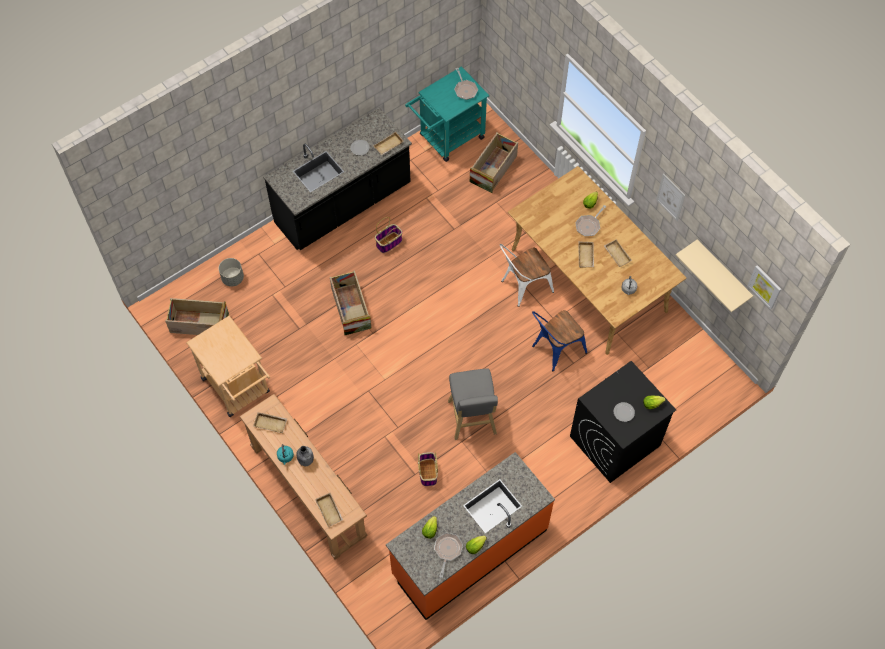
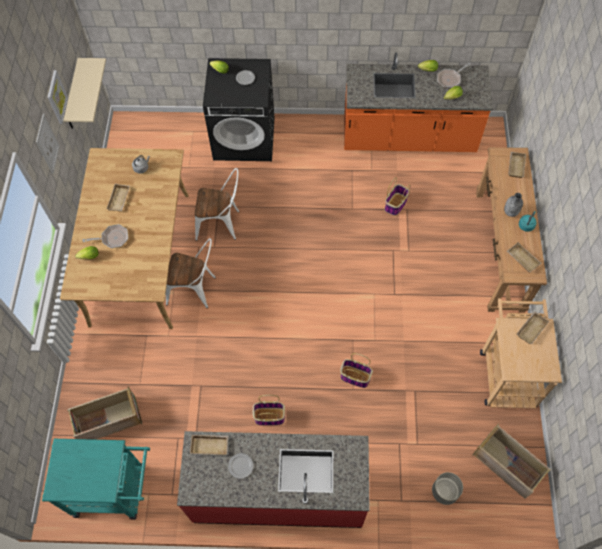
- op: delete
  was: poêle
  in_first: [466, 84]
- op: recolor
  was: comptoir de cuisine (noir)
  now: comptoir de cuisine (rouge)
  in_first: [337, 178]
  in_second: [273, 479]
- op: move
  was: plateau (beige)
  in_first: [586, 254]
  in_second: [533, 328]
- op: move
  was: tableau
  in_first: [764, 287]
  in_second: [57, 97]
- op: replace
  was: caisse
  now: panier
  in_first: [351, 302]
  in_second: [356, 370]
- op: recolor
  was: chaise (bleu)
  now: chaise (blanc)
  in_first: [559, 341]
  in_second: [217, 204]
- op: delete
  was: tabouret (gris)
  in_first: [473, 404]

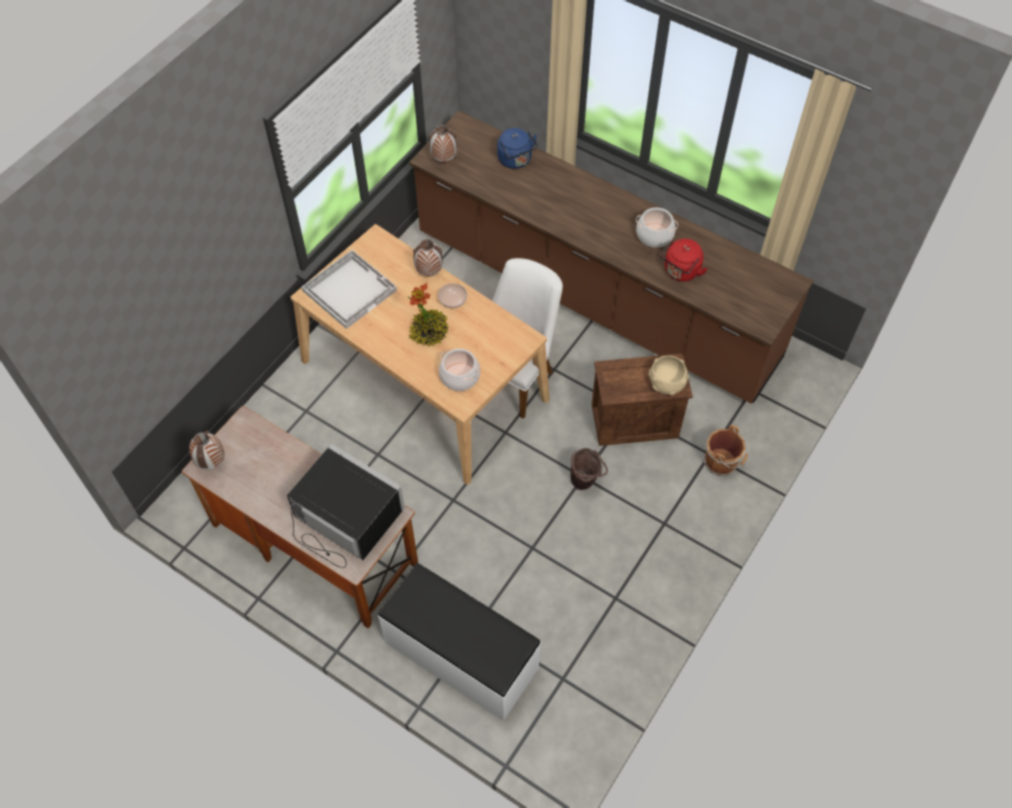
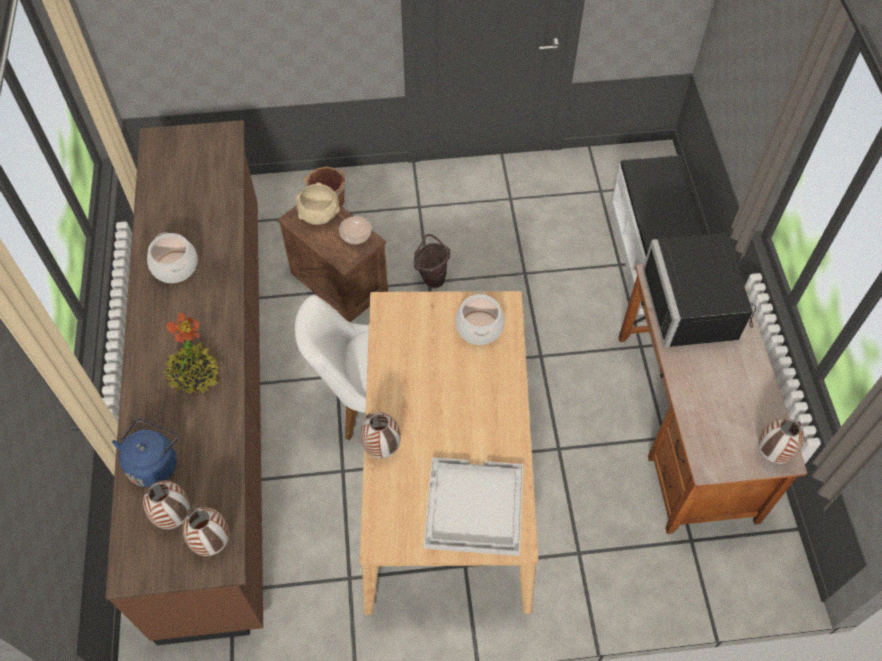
- op: delete
  was: bouilloire (rouge)
  in_first: [684, 260]
- op: move
  was: plante en pot
  in_first: [428, 314]
  in_second: [191, 353]
- op: move
  was: bol
  in_first: [452, 296]
  in_second: [355, 230]
- op: insert
  now: vase
  in_second: [166, 505]

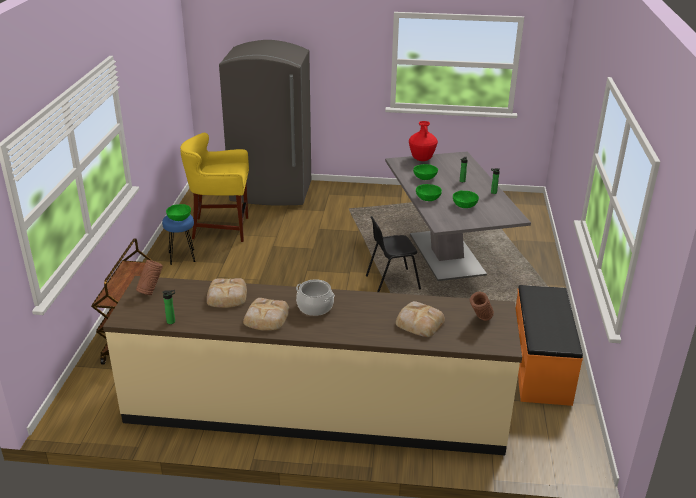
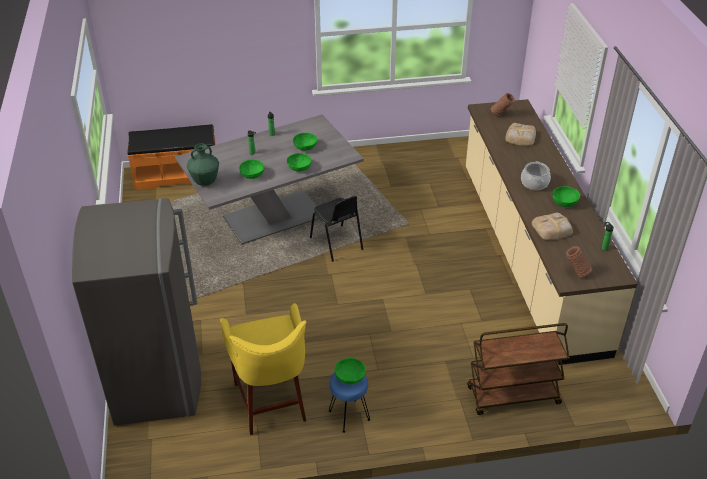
- op: recolor
  was: vase (rouge)
  now: vase (vert)
  in_first: [423, 141]
  in_second: [203, 164]
- op: move
  was: banc (orange)
  in_first: [549, 345]
  in_second: [171, 157]
- op: replace
  was: pain
  now: bol (vert)
  in_first: [266, 314]
  in_second: [566, 196]

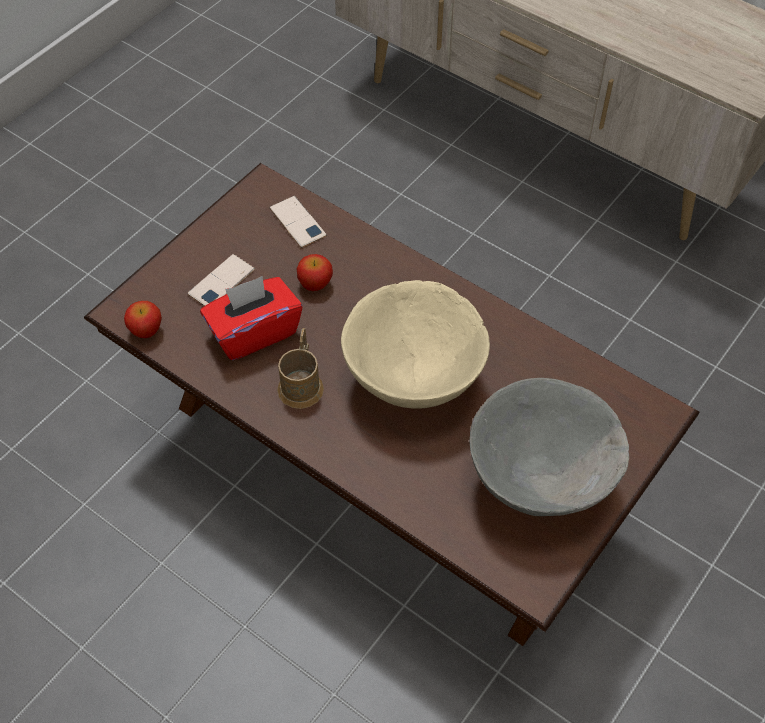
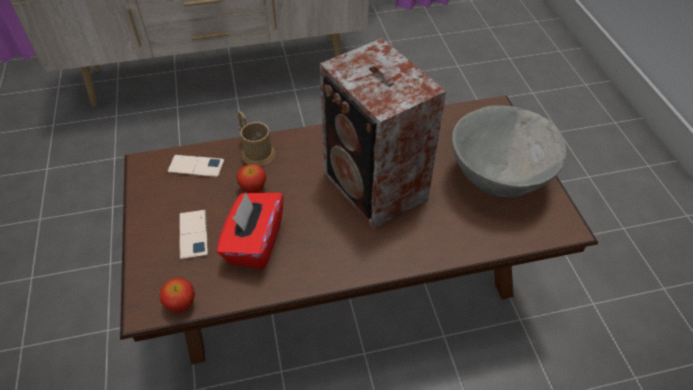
- op: replace
  was: bol (beige)
  now: enceinte
  in_first: [415, 344]
  in_second: [382, 133]
- op: move
  was: mug (marron)
  in_first: [300, 368]
  in_second: [256, 138]

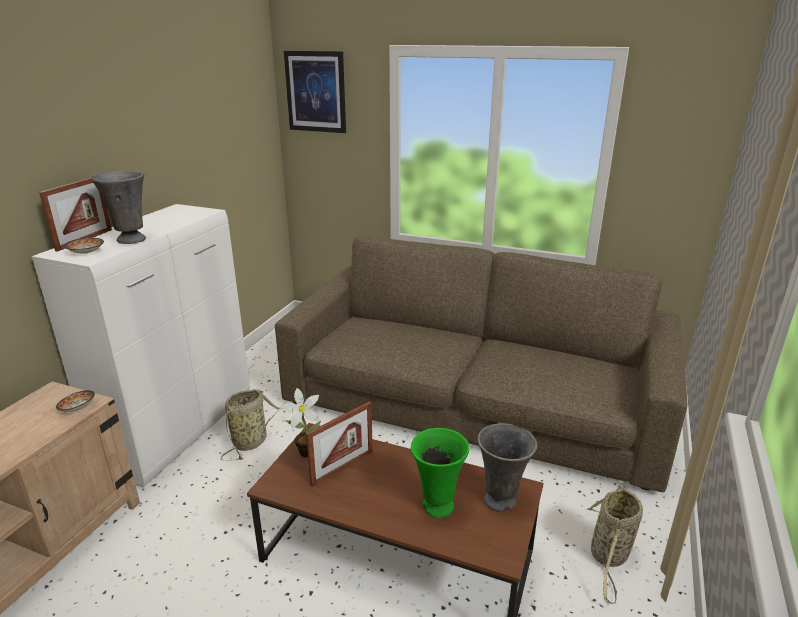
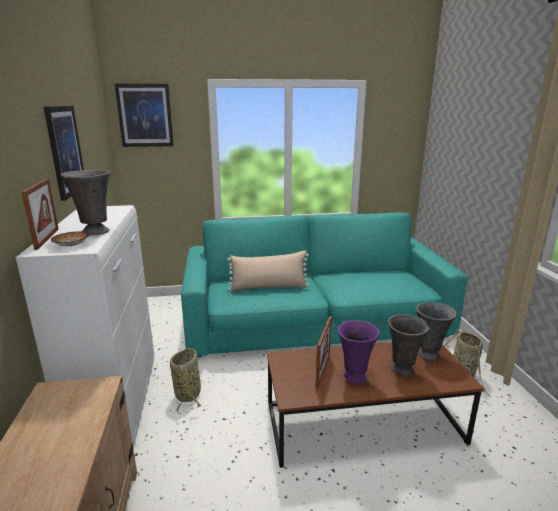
- op: recolor
  was: canapé (marron)
  now: canapé (turquoise)
  in_first: [481, 364]
  in_second: [324, 285]
- op: delete
  was: plante en pot
  in_first: [301, 422]
- op: delete
  was: bol
  in_first: [75, 401]
- op: recolor
  was: vase (vert)
  now: vase (gris)
  in_first: [440, 473]
  in_second: [409, 345]
- op: insert
  now: tableau
  in_second: [64, 153]
- op: insert
  now: coussin (beige)
  in_second: [268, 271]
- op: insert
  now: vase (violet)
  in_second: [359, 352]

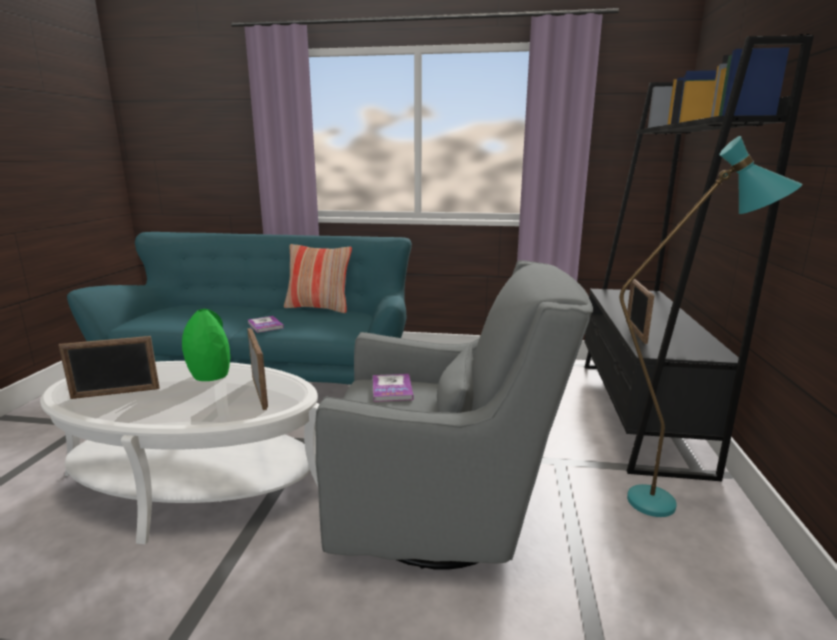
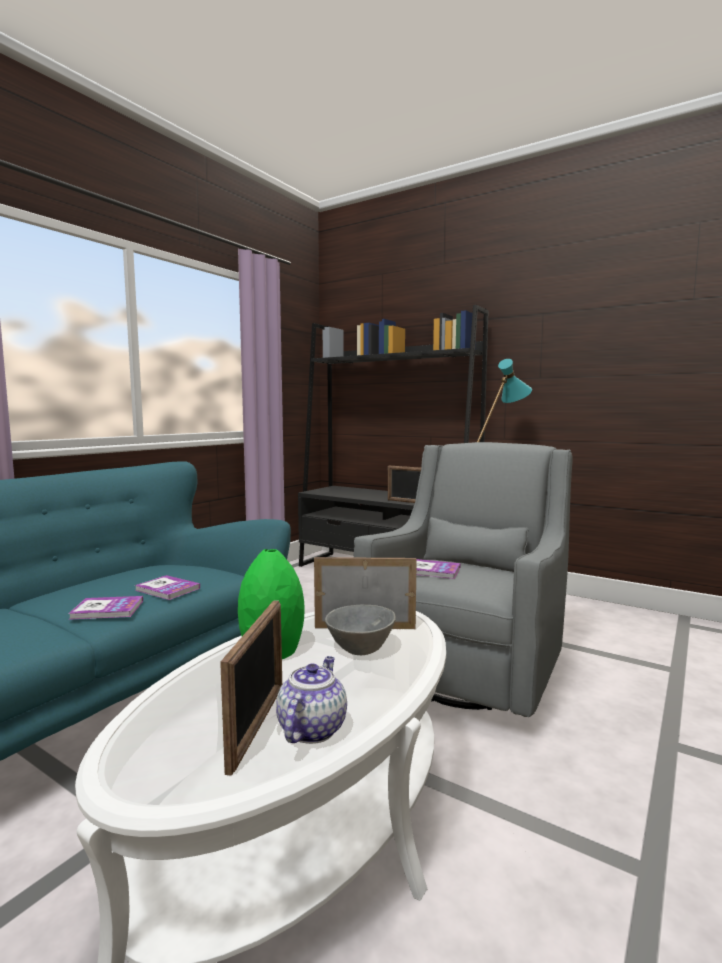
- op: delete
  was: coussin
  in_first: [318, 278]
- op: insert
  now: livre
  in_second: [167, 587]
- op: insert
  now: bol (gris)
  in_second: [360, 630]
- op: insert
  now: théière
  in_second: [311, 700]

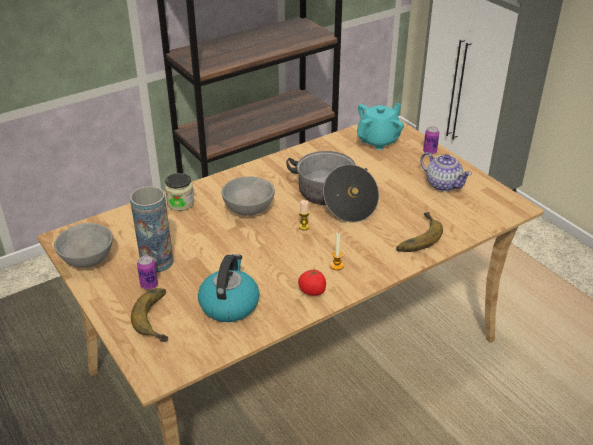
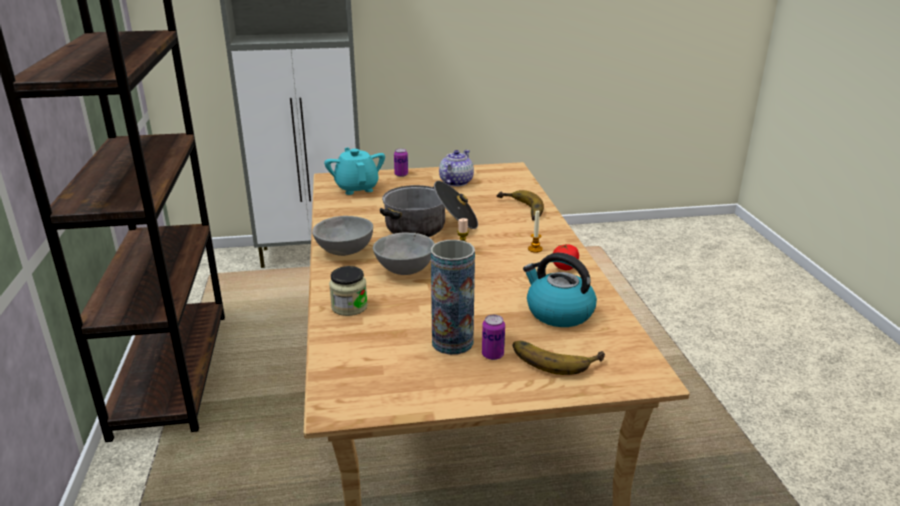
- op: rotate
  was: théière
  in_first: [446, 172]
  in_second: [456, 168]
  clockwise: -45
- op: move
  was: bol (gris)
  in_first: [83, 245]
  in_second: [342, 236]

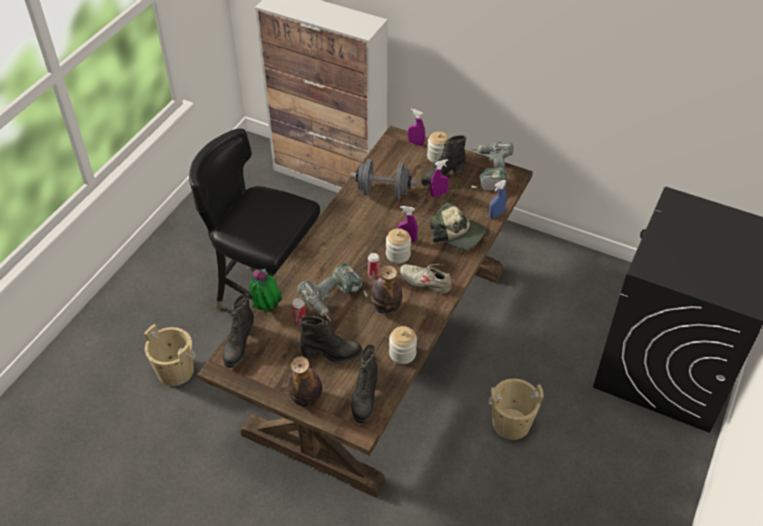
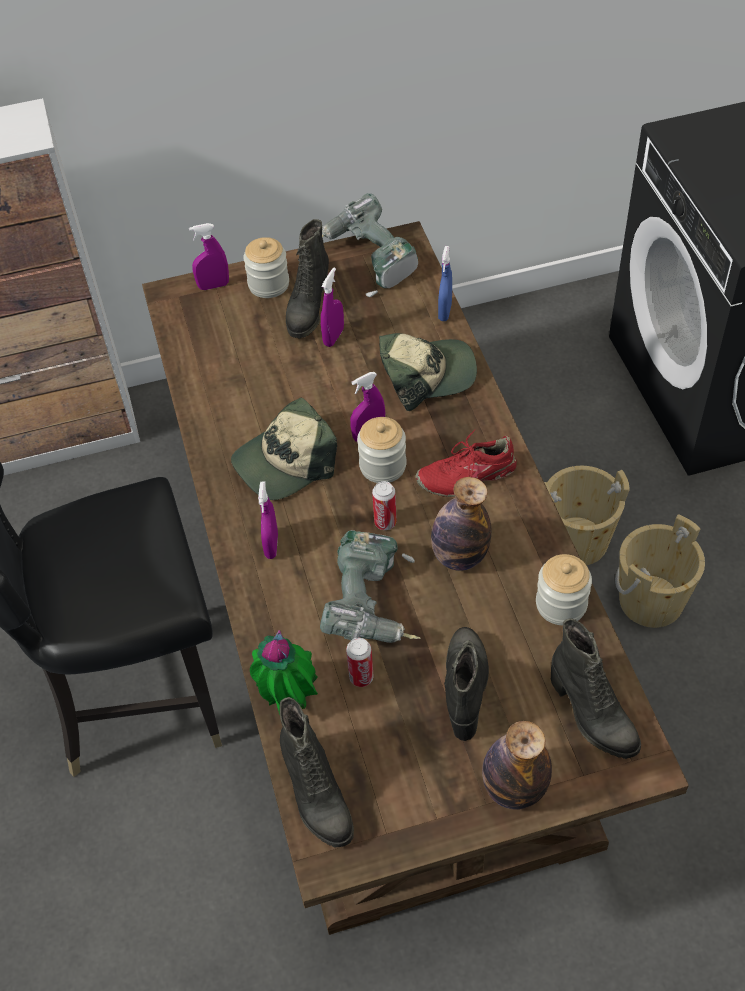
- op: delete
  was: haltère (gris)
  in_first: [384, 179]
- op: recolor
  was: chaussure (beige)
  now: chaussure (rouge)
  in_first: [426, 278]
  in_second: [466, 463]
- op: rotate
  was: botte (noir)
  in_first: [331, 339]
  in_second: [466, 684]
  clockwise: -45
- op: move
  was: seau (beige)
  in_first: [169, 355]
  in_second: [587, 515]
- op: insert
  now: casquette
  in_second: [284, 448]
- op: insert
  now: vaporisateur (violet)
  in_second: [268, 520]

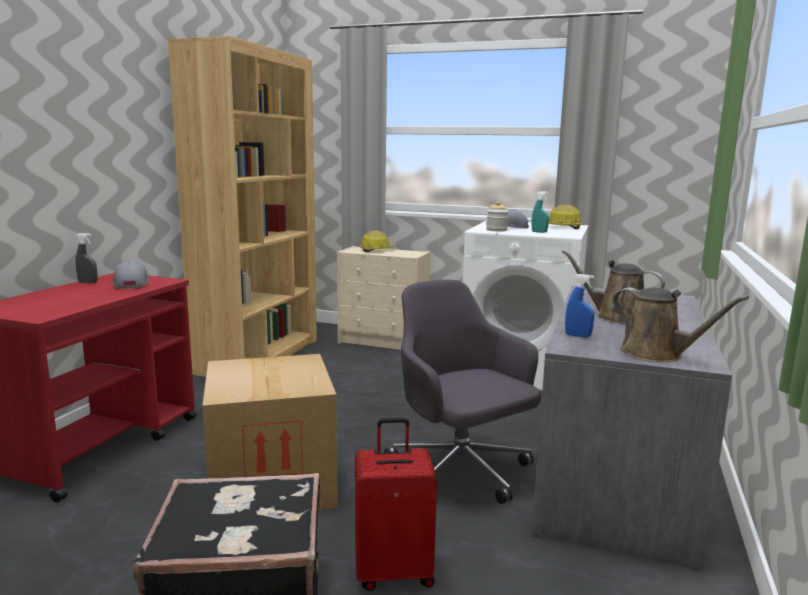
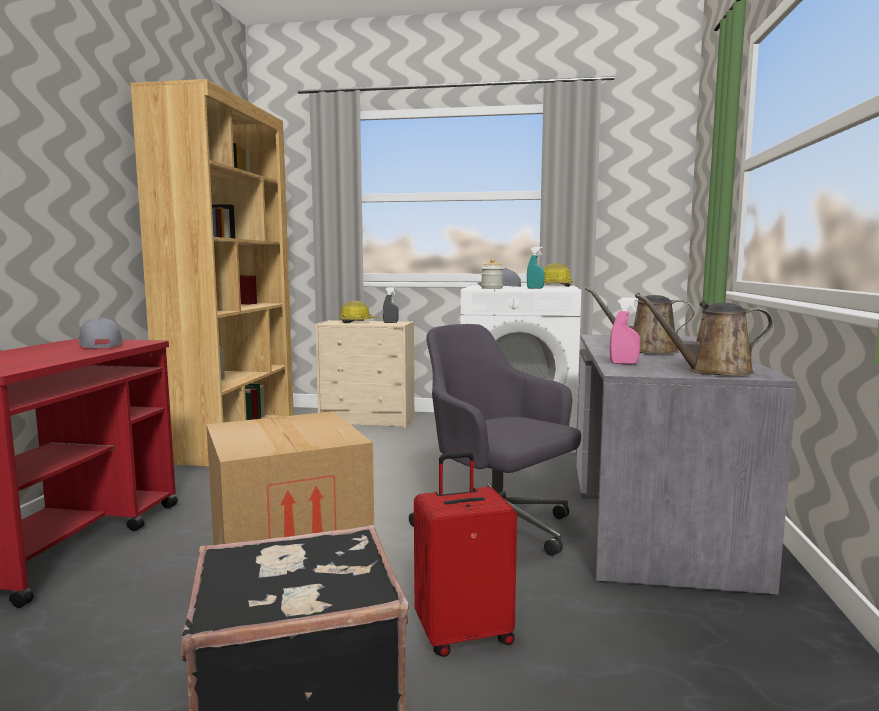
- op: move
  was: vaporisateur (gris)
  in_first: [87, 258]
  in_second: [391, 305]
- op: recolor
  was: vaporisateur (bleu)
  now: vaporisateur (rose)
  in_first: [579, 306]
  in_second: [625, 331]
- op: rotate
  was: arrosoir (marron)
  in_first: [680, 324]
  in_second: [704, 335]
  clockwise: 150

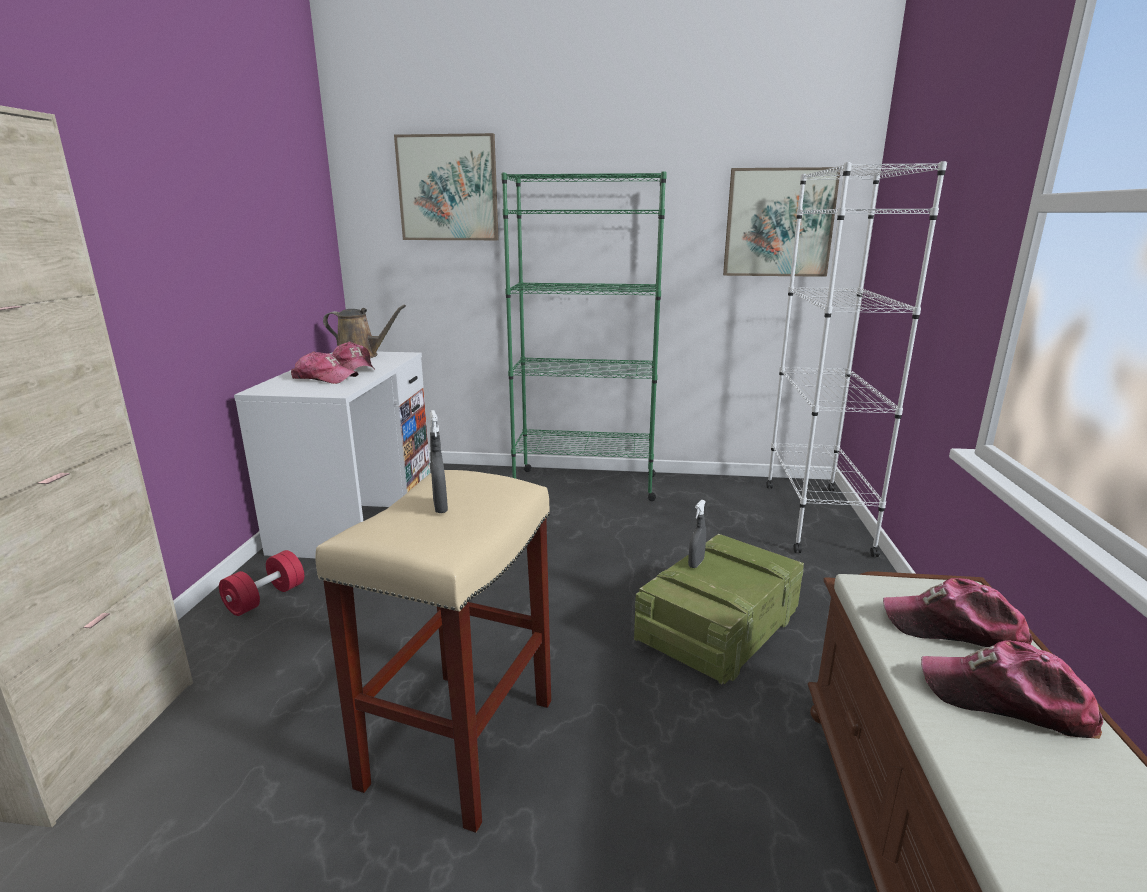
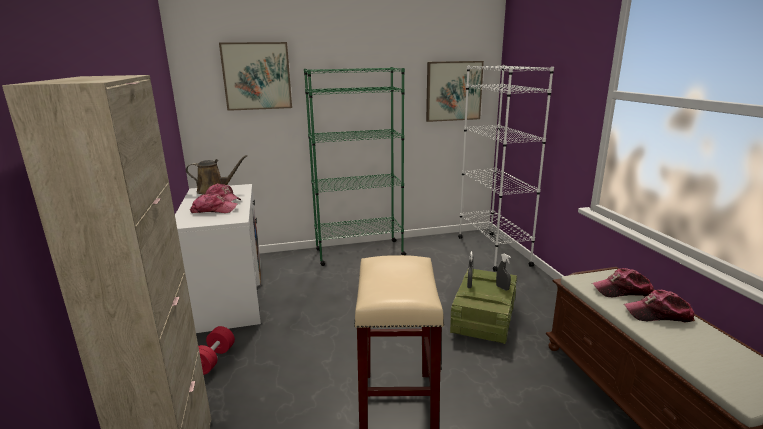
- op: move
  was: vaporisateur (gris)
  in_first: [439, 461]
  in_second: [503, 272]

